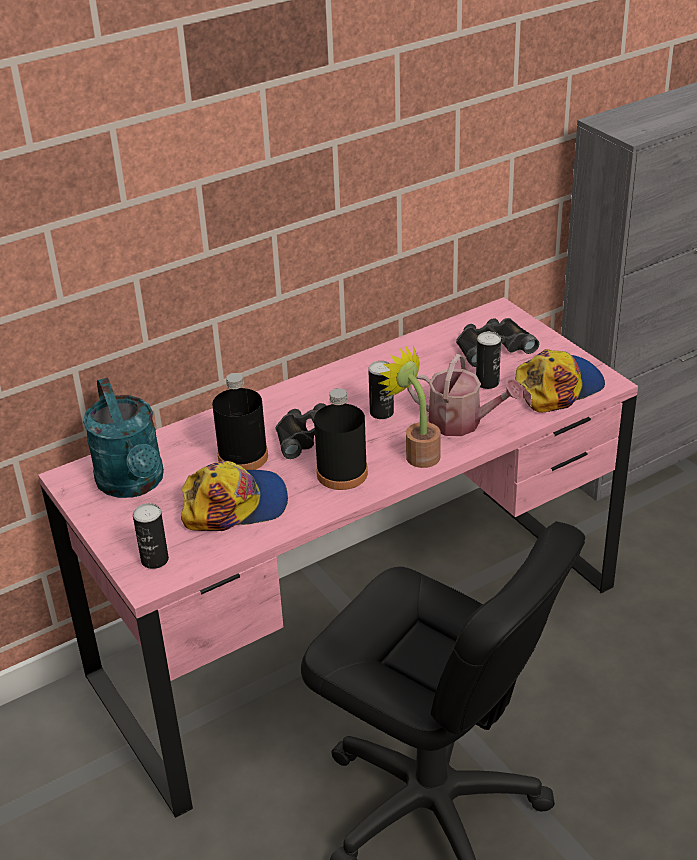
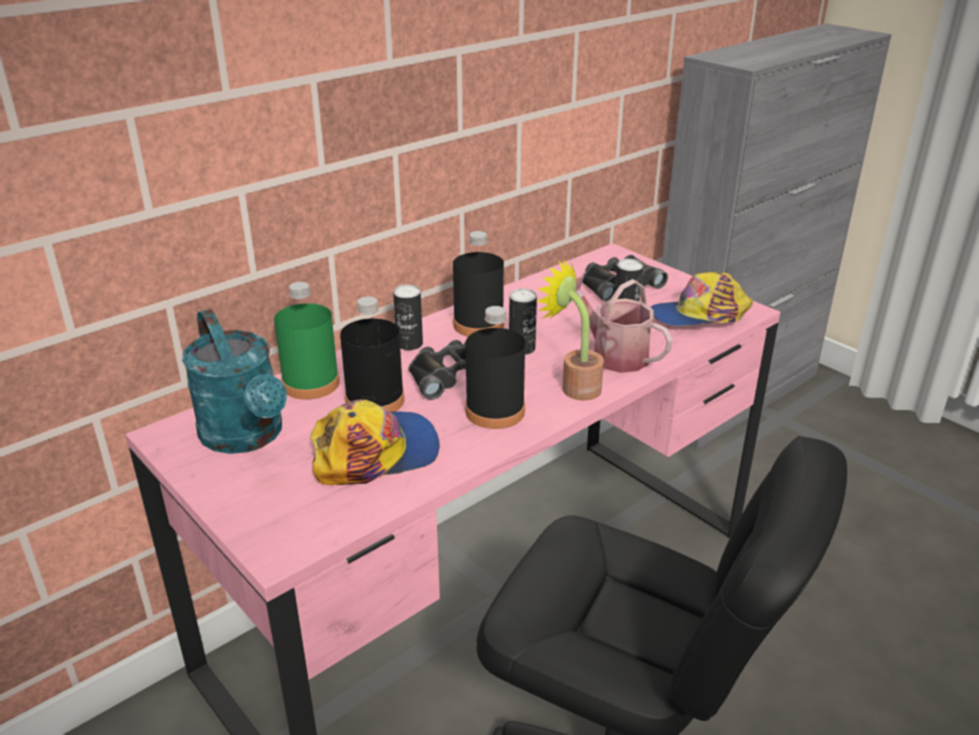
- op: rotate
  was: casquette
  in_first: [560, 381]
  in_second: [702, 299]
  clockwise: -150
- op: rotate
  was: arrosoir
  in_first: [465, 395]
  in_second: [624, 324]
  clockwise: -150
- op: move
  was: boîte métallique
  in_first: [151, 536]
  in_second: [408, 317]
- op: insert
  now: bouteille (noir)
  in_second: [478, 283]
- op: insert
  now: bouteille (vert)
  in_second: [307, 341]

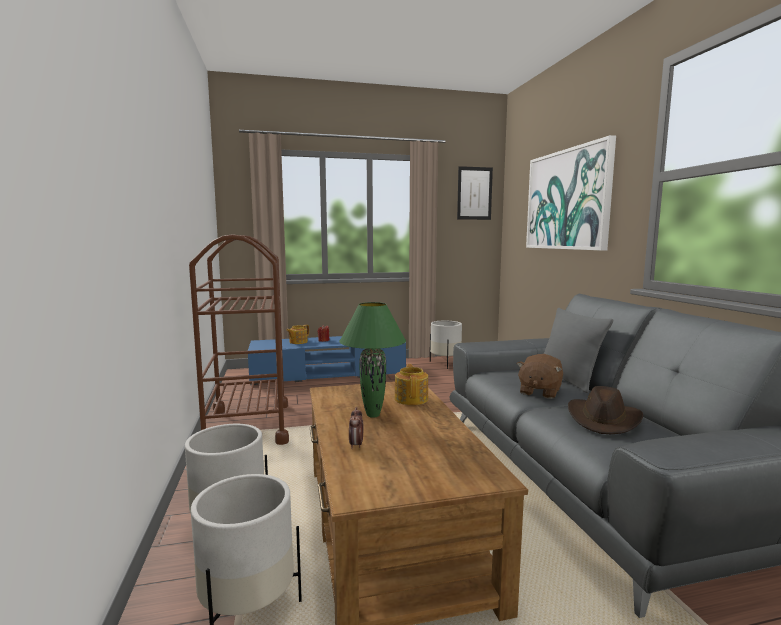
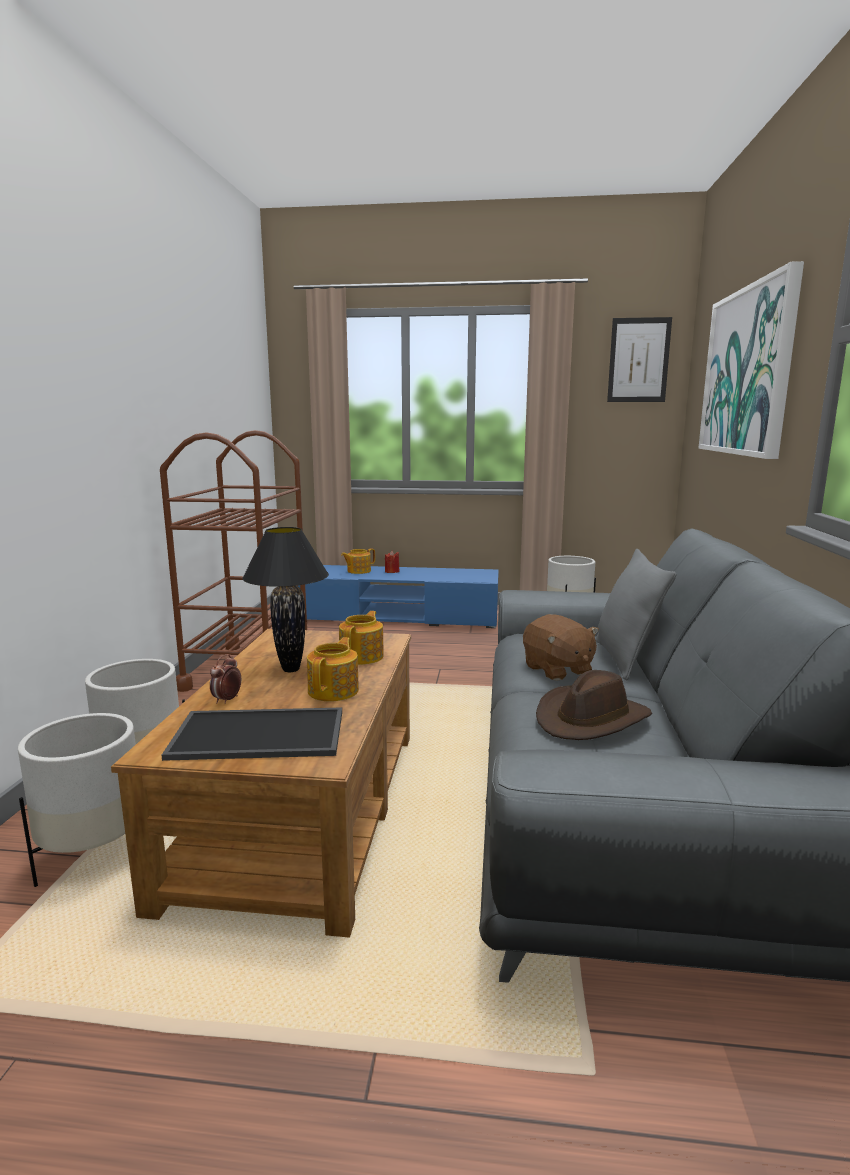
- op: recolor
  was: lampe de table (vert)
  now: lampe de table (noir)
  in_first: [372, 360]
  in_second: [285, 599]
- op: rotate
  was: peluche (marron)
  in_first: [540, 376]
  in_second: [561, 647]
  clockwise: -75
- op: insert
  now: théière
  in_second: [333, 669]
- op: insert
  now: plateau
  in_second: [252, 734]

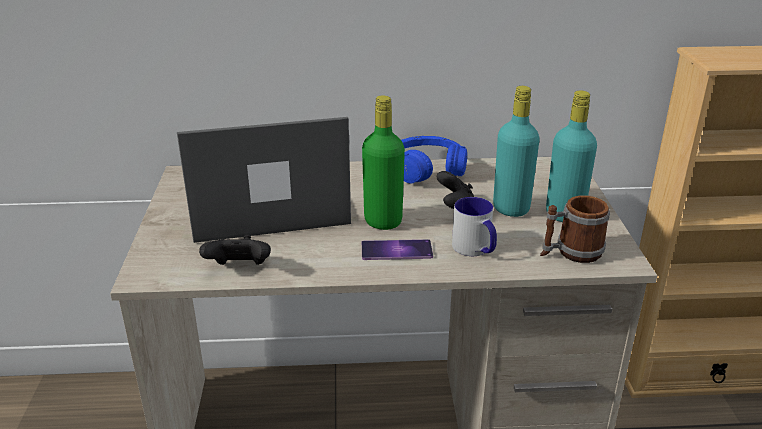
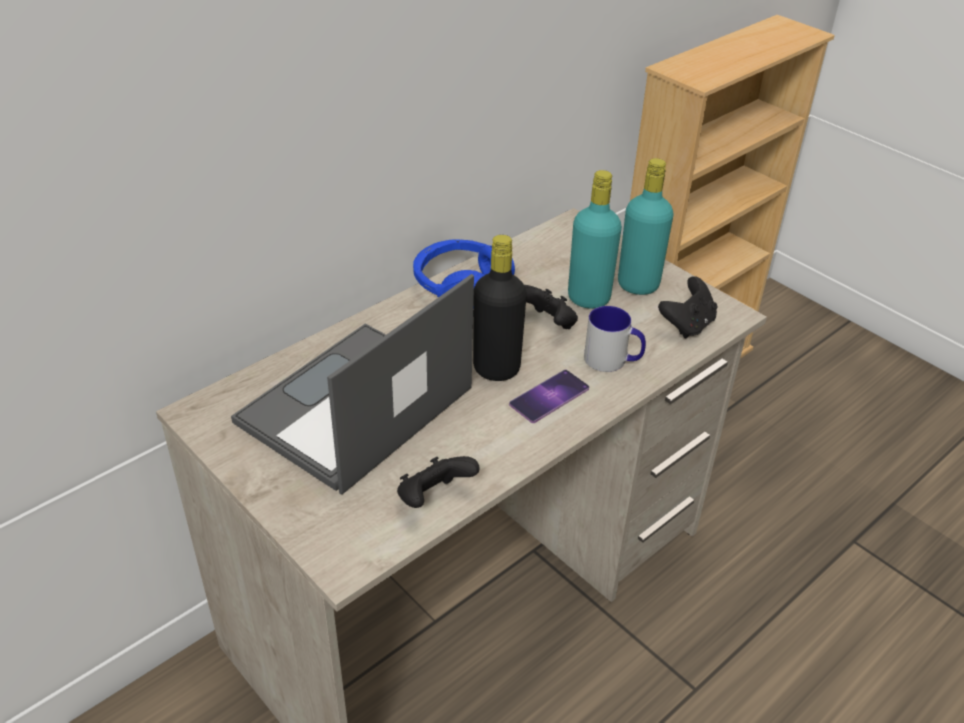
- op: recolor
  was: bouteille (vert)
  now: bouteille (noir)
  in_first: [383, 162]
  in_second: [500, 308]
- op: replace
  was: mug
  now: manette (noir)
  in_first: [575, 229]
  in_second: [687, 307]

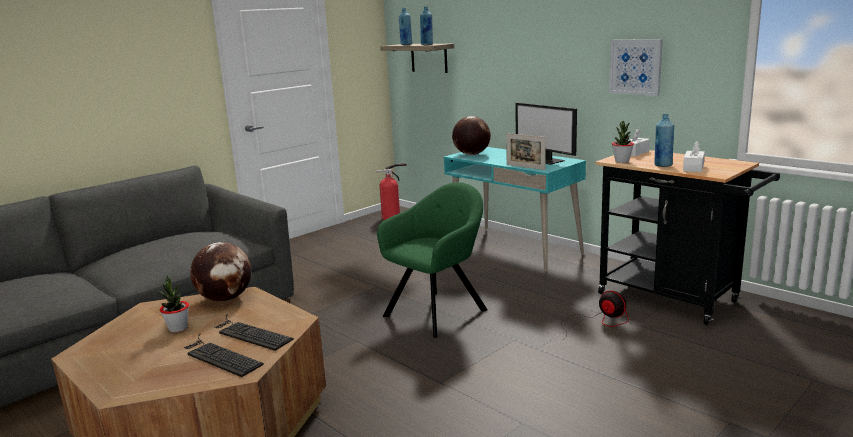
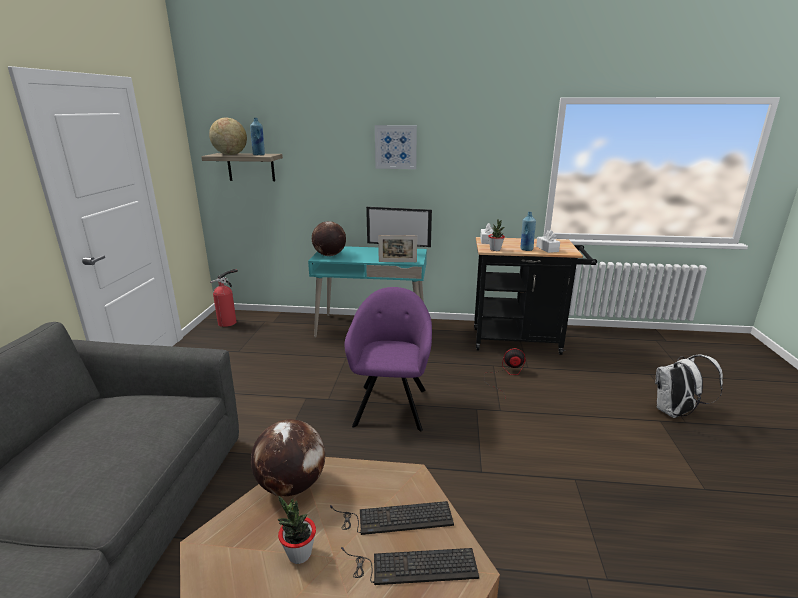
- op: replace
  was: bouteille (bleu)
  now: globe
  in_first: [405, 26]
  in_second: [228, 136]
- op: move
  was: tableau
  in_first: [636, 67]
  in_second: [396, 147]
- op: recolor
  was: fauteuil (vert)
  now: fauteuil (violet)
  in_first: [432, 260]
  in_second: [388, 359]
- op: insert
  now: sac à dos (blanc)
  in_second: [689, 386]

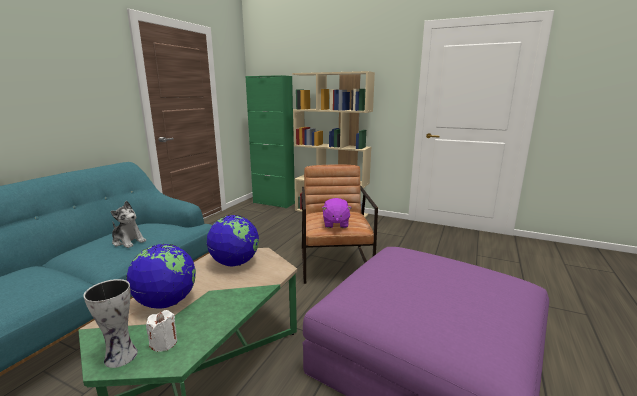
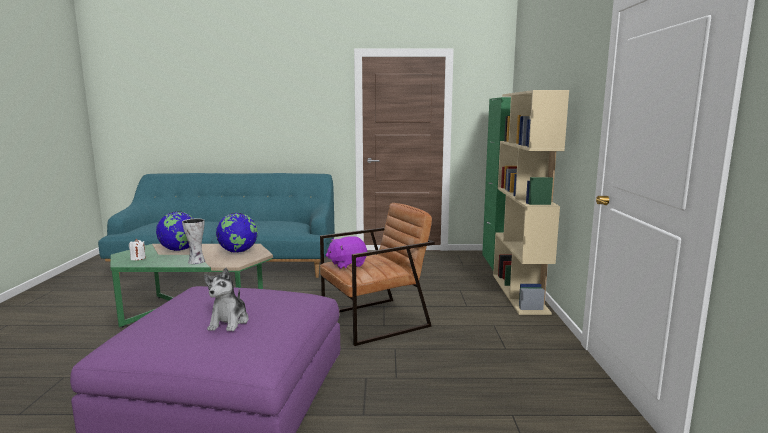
- op: move
  was: peluche
  in_first: [128, 224]
  in_second: [226, 299]
- op: move
  was: vase
  in_first: [110, 323]
  in_second: [193, 241]

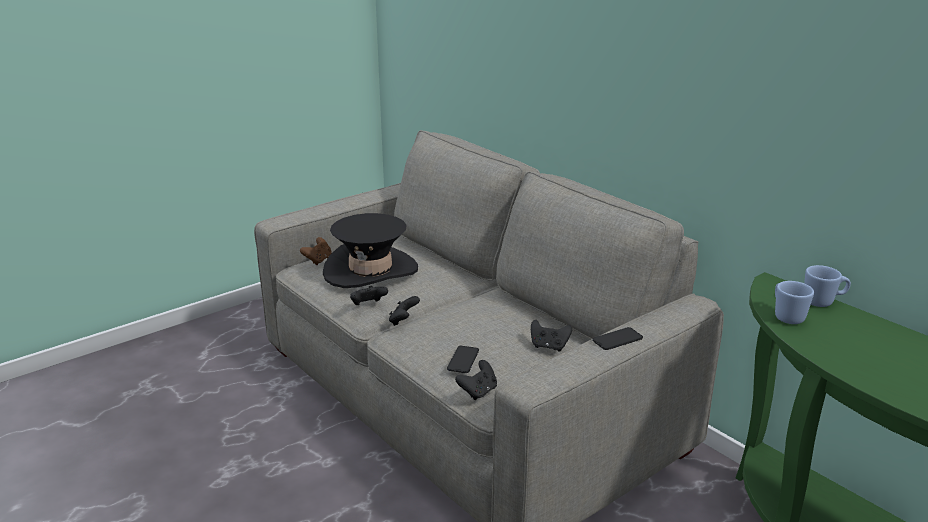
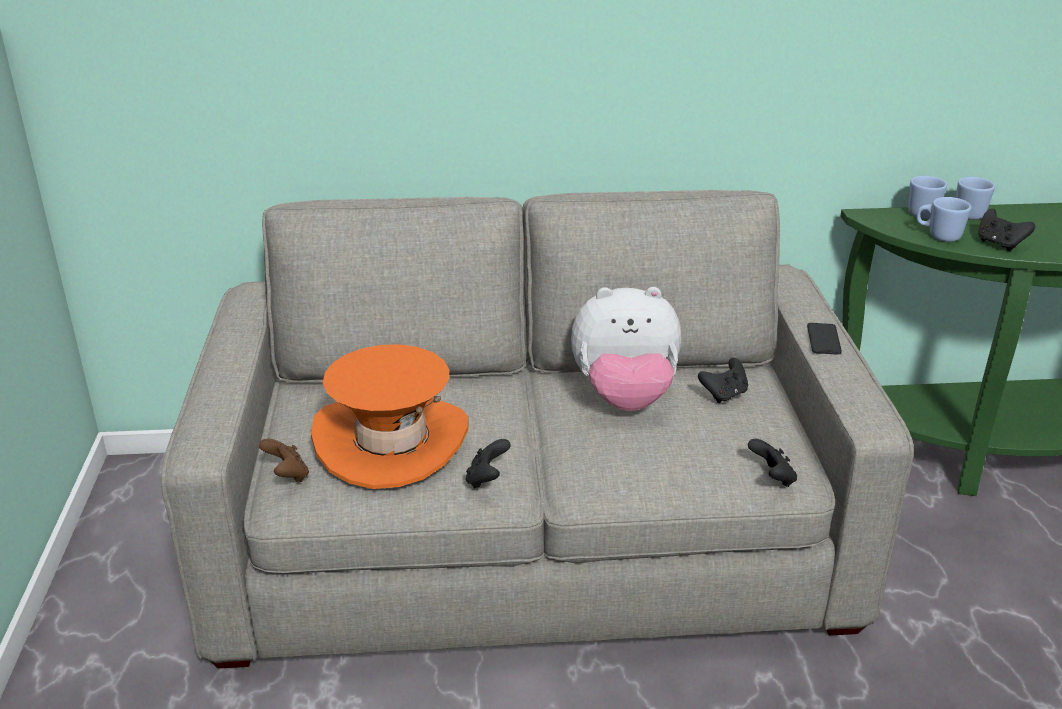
- op: recolor
  was: chapeau (noir)
  now: chapeau (orange)
  in_first: [370, 250]
  in_second: [390, 416]
- op: move
  was: manette (noir)
  in_first: [404, 311]
  in_second: [1006, 230]
- op: delete
  was: téléphone
  in_first: [463, 359]
- op: insert
  now: mug (bleu)
  in_second: [975, 198]
- op: insert
  now: peluche
  in_second: [626, 349]

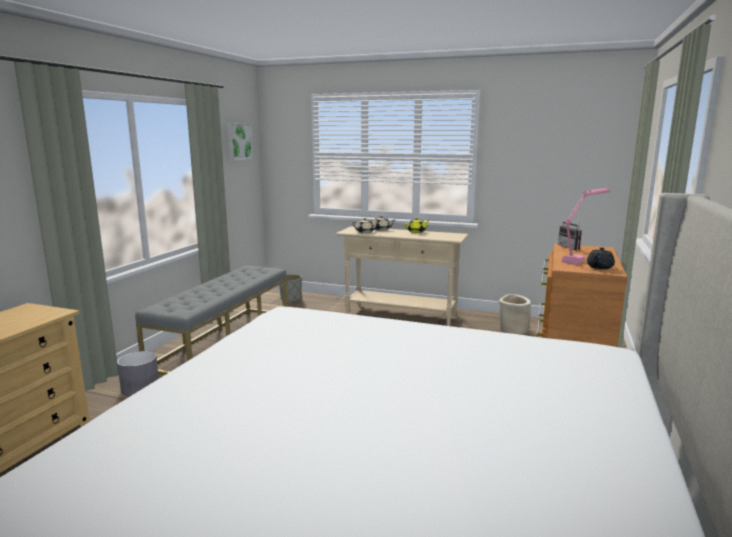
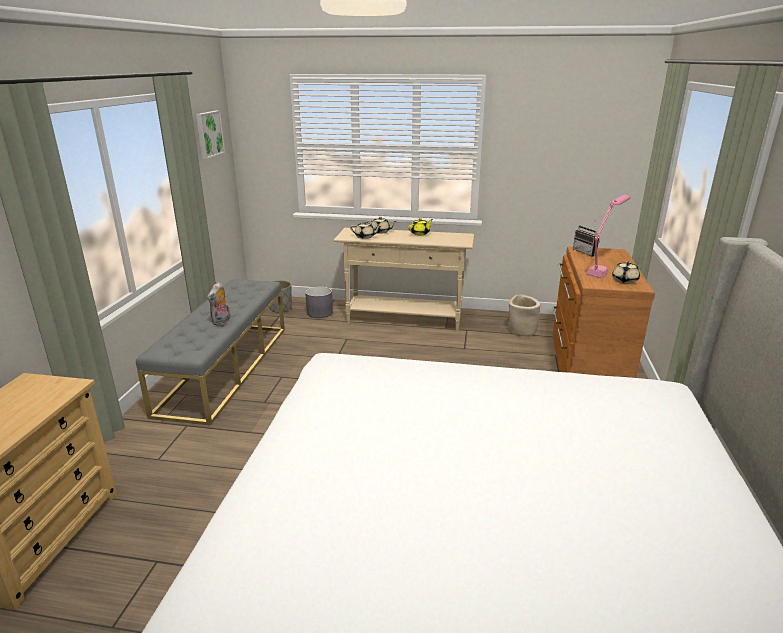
- op: recolor
  was: théière (noir)
  now: théière (beige)
  in_first: [601, 258]
  in_second: [626, 272]
- op: move
  was: cache-pot (gris)
  in_first: [138, 373]
  in_second: [319, 302]
- op: insert
  now: peluche
  in_second: [218, 303]

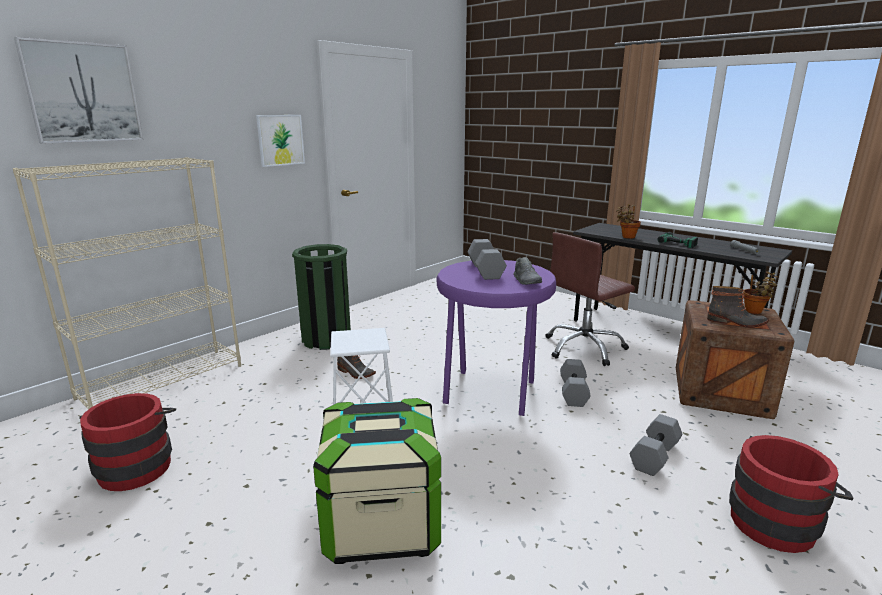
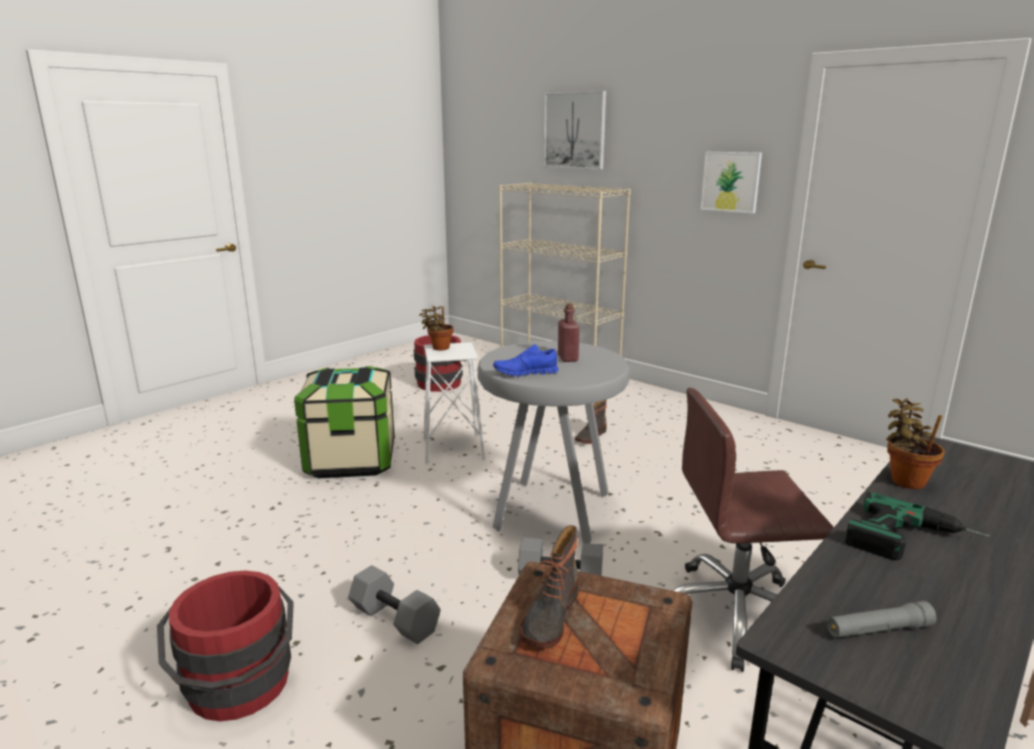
- op: rotate
  was: chaise de bureau (marron)
  in_first: [590, 299]
  in_second: [753, 530]
  clockwise: -60
- op: replace
  was: haltère (gris)
  now: bouteille (rouge)
  in_first: [487, 259]
  in_second: [569, 332]
- op: delete
  was: poubelle (vert)
  in_first: [321, 297]
- op: recolor
  was: chaussure (gris)
  now: chaussure (bleu)
  in_first: [527, 271]
  in_second: [526, 360]
- op: recolor
  was: tabouret (violet)
  now: tabouret (gris)
  in_first: [496, 338]
  in_second: [554, 442]
- op: move
  was: plante en pot
  in_first: [761, 292]
  in_second: [436, 328]

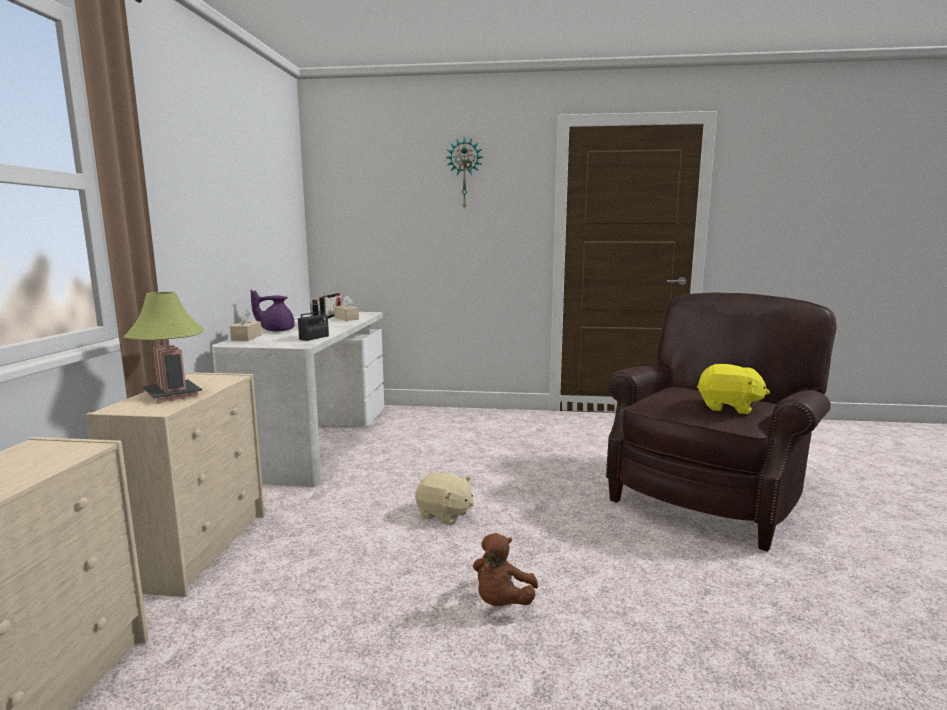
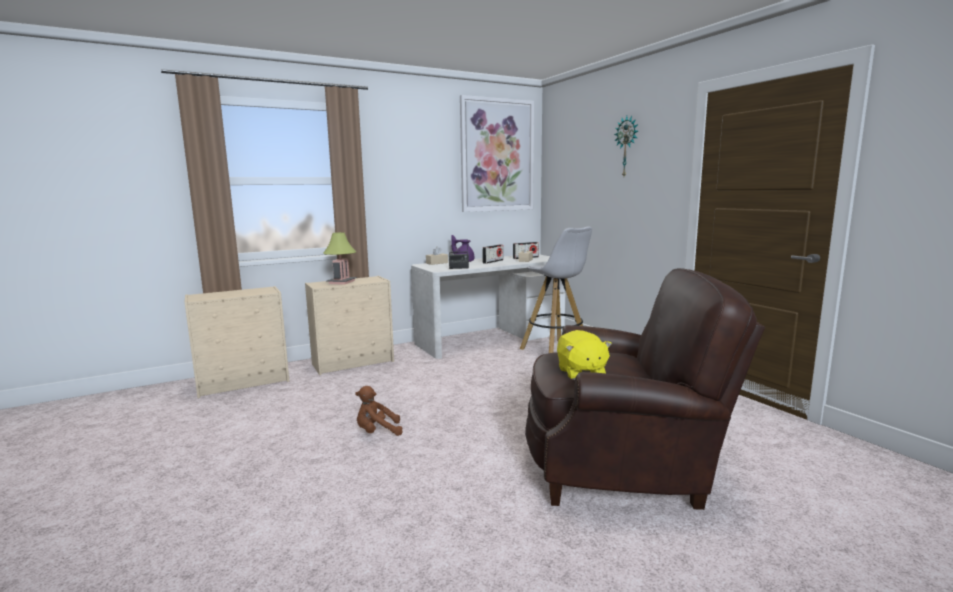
- op: delete
  was: peluche (beige)
  in_first: [444, 498]
- op: insert
  now: tableau
  in_second: [497, 153]
- op: insert
  now: tabouret (blanc)
  in_second: [556, 289]

